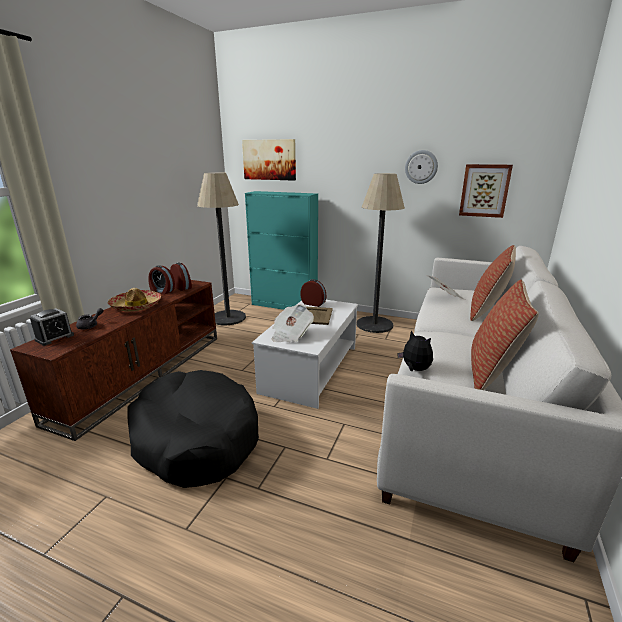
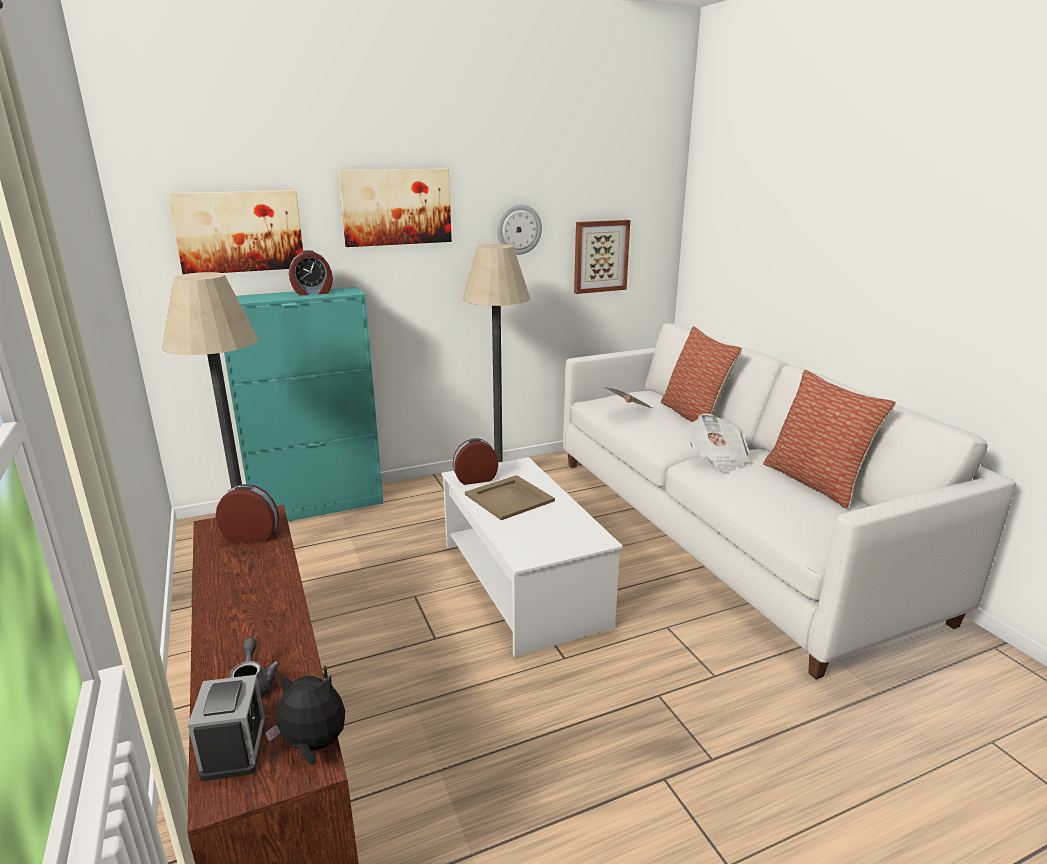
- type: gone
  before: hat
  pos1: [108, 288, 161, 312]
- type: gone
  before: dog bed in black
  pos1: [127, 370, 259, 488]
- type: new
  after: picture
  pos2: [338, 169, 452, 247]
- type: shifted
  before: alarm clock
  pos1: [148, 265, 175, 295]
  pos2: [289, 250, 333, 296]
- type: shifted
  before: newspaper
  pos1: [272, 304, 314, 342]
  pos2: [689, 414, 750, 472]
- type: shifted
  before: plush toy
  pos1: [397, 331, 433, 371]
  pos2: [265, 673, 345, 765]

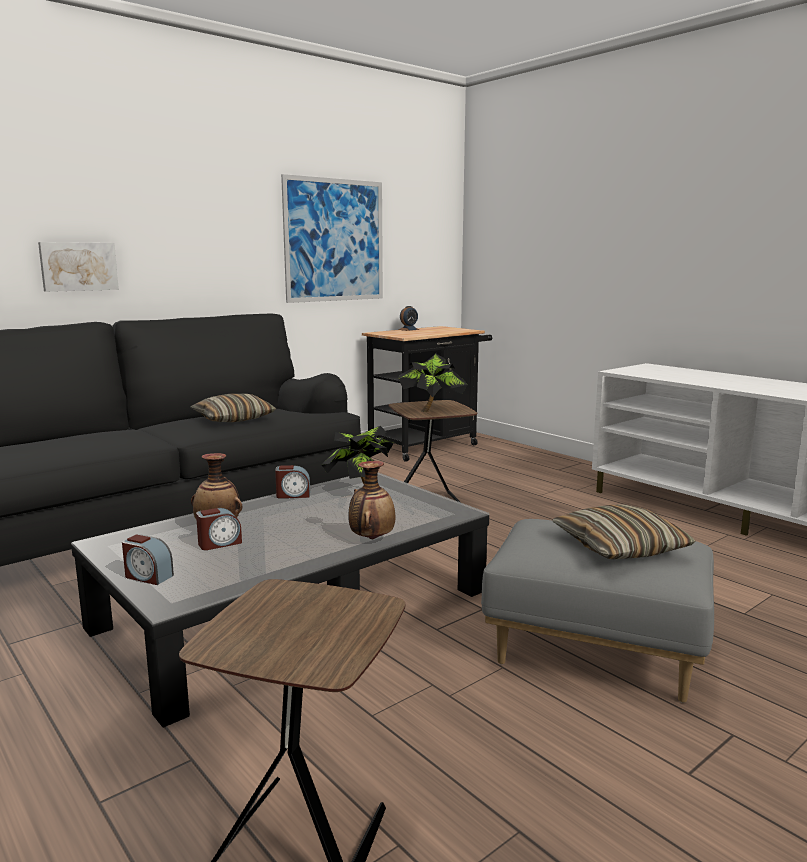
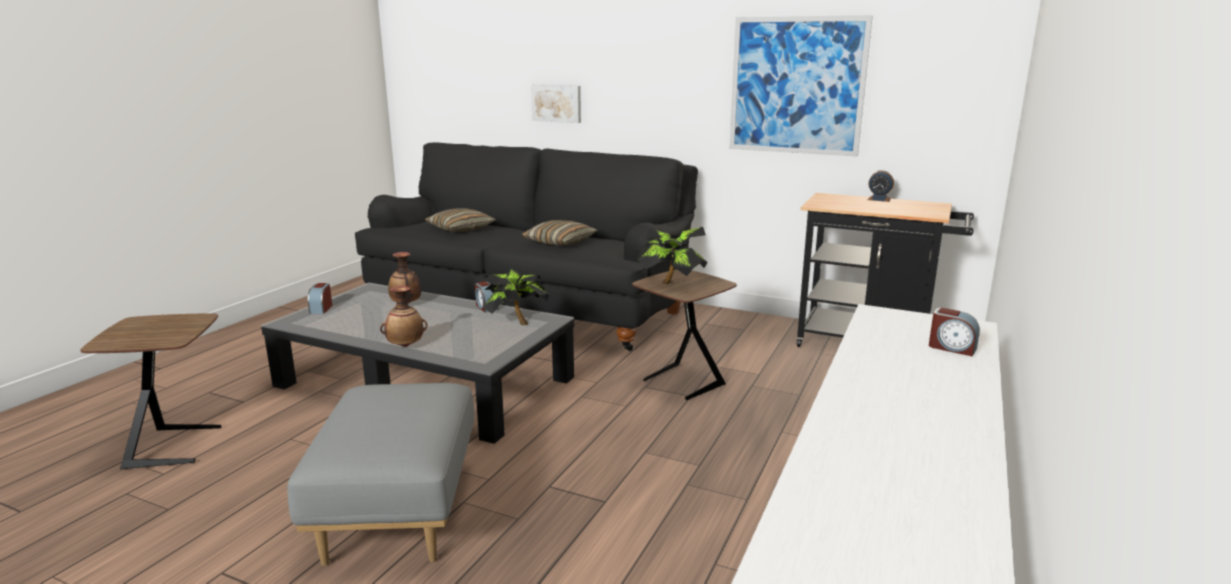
- type: shifted
  before: alarm clock
  pos1: [196, 508, 242, 550]
  pos2: [929, 308, 980, 357]
- type: shifted
  before: pillow
  pos1: [552, 504, 696, 559]
  pos2: [425, 208, 496, 231]

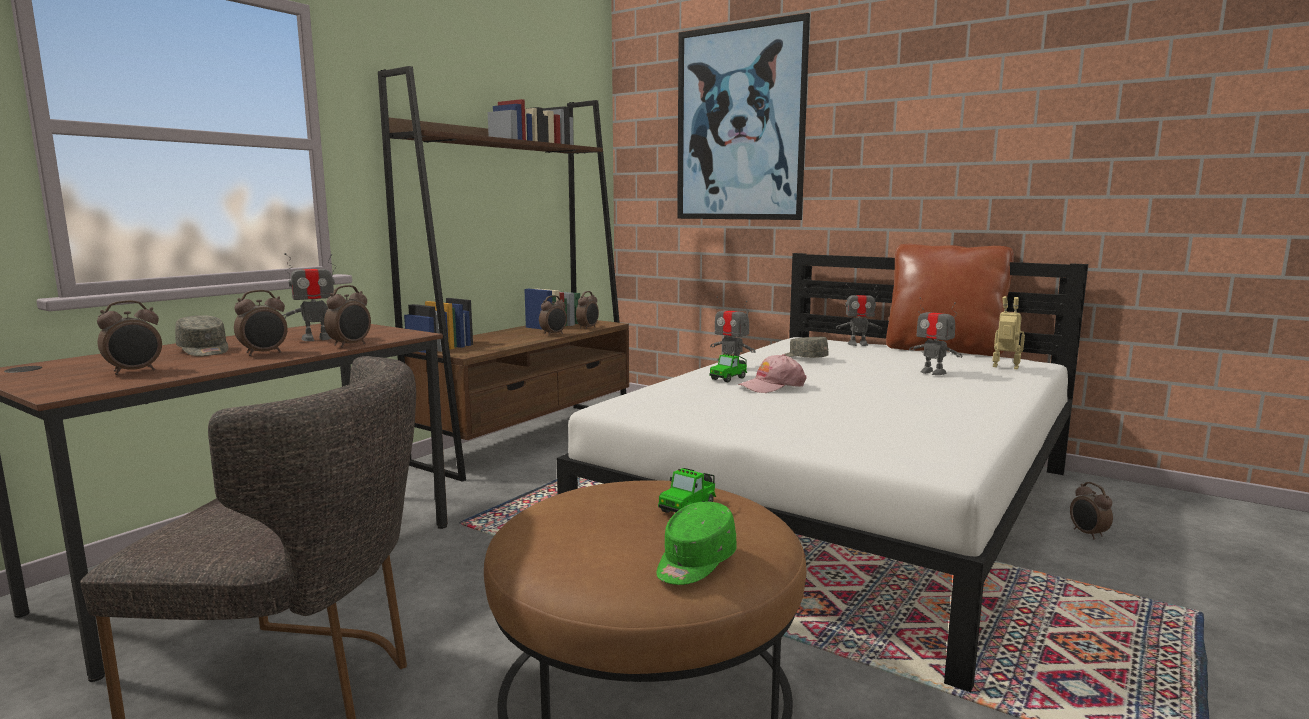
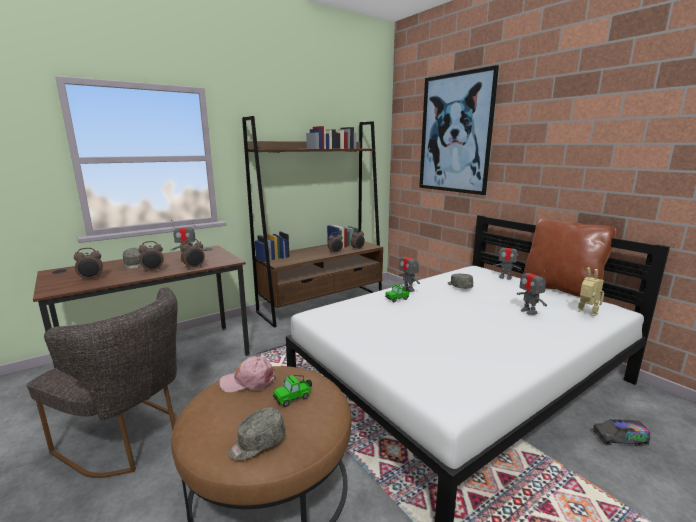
- type: shifted
  before: cap in pink
  pos1: [738, 354, 807, 393]
  pos2: [219, 356, 276, 393]
- type: swapped
  before: alarm clock
  after: toy truck
  pos1: [1070, 482, 1113, 540]
  pos2: [592, 419, 650, 447]
- type: repainted
  before: cap in green
  after: cap in grey
  pos1: [656, 502, 737, 585]
  pos2: [228, 408, 285, 460]

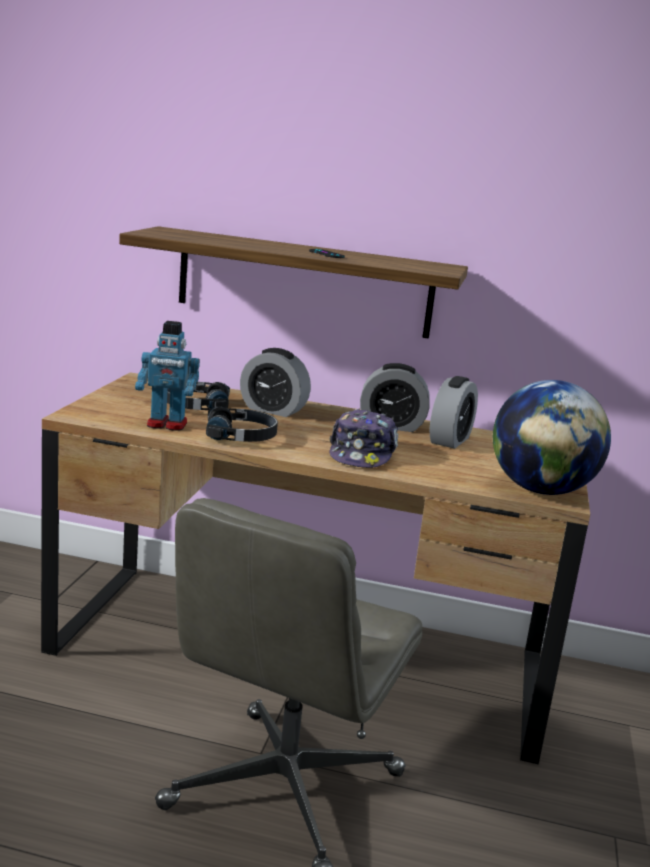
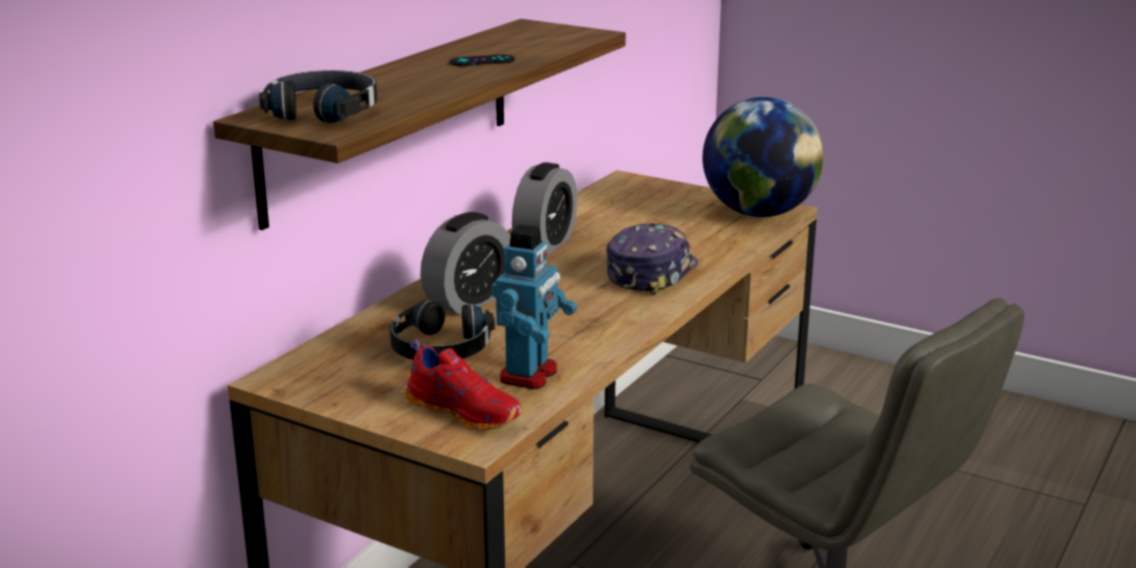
- type: gone
  before: alarm clock
  pos1: [430, 376, 478, 449]
- type: new
  after: shoe in red
  pos2: [405, 339, 522, 431]
- type: shifted
  before: headphones in black
  pos1: [206, 407, 278, 442]
  pos2: [259, 70, 377, 123]
- type: rotated
  before: cap
  pos1: [329, 408, 398, 468]
  pos2: [606, 223, 698, 295]
  turn: -90

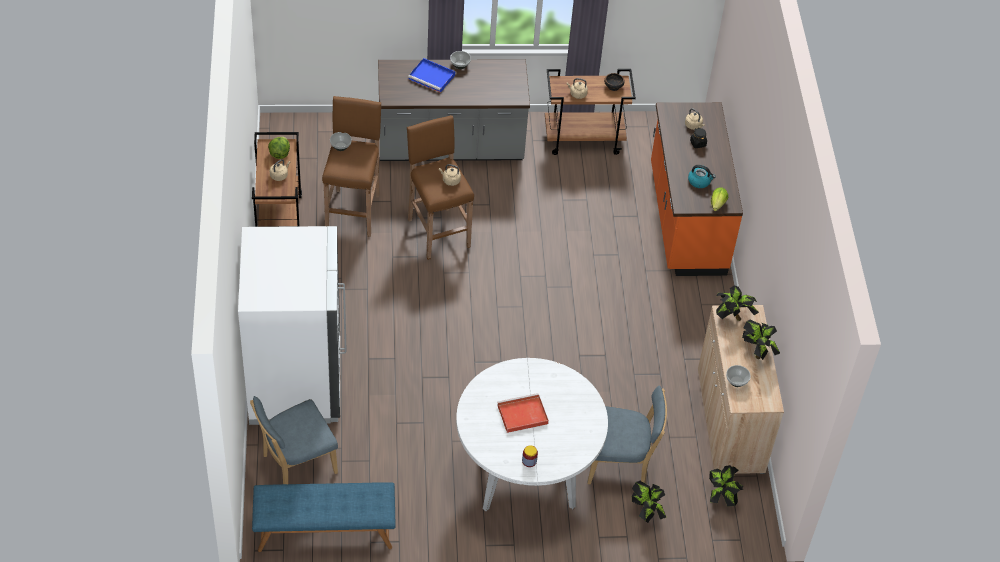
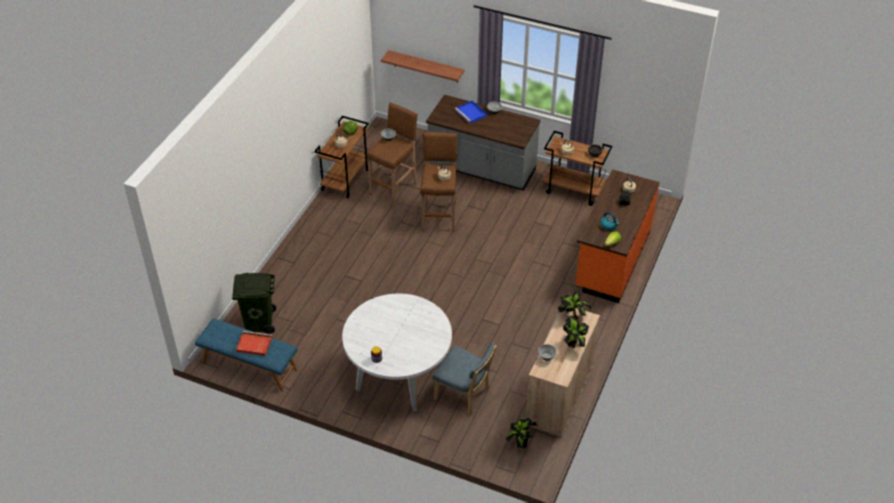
- type: gone
  before: fridge in white
  pos1: [238, 226, 346, 425]
- type: gone
  before: potted plant
  pos1: [632, 481, 666, 523]
- type: new
  after: shelf
  pos2: [381, 50, 464, 83]
- type: shifted
  before: tray in red
  pos1: [497, 393, 549, 433]
  pos2: [236, 331, 272, 356]
- type: swapped
  before: chair in blue
  after: trash can in green
  pos1: [250, 396, 338, 484]
  pos2: [232, 273, 276, 334]

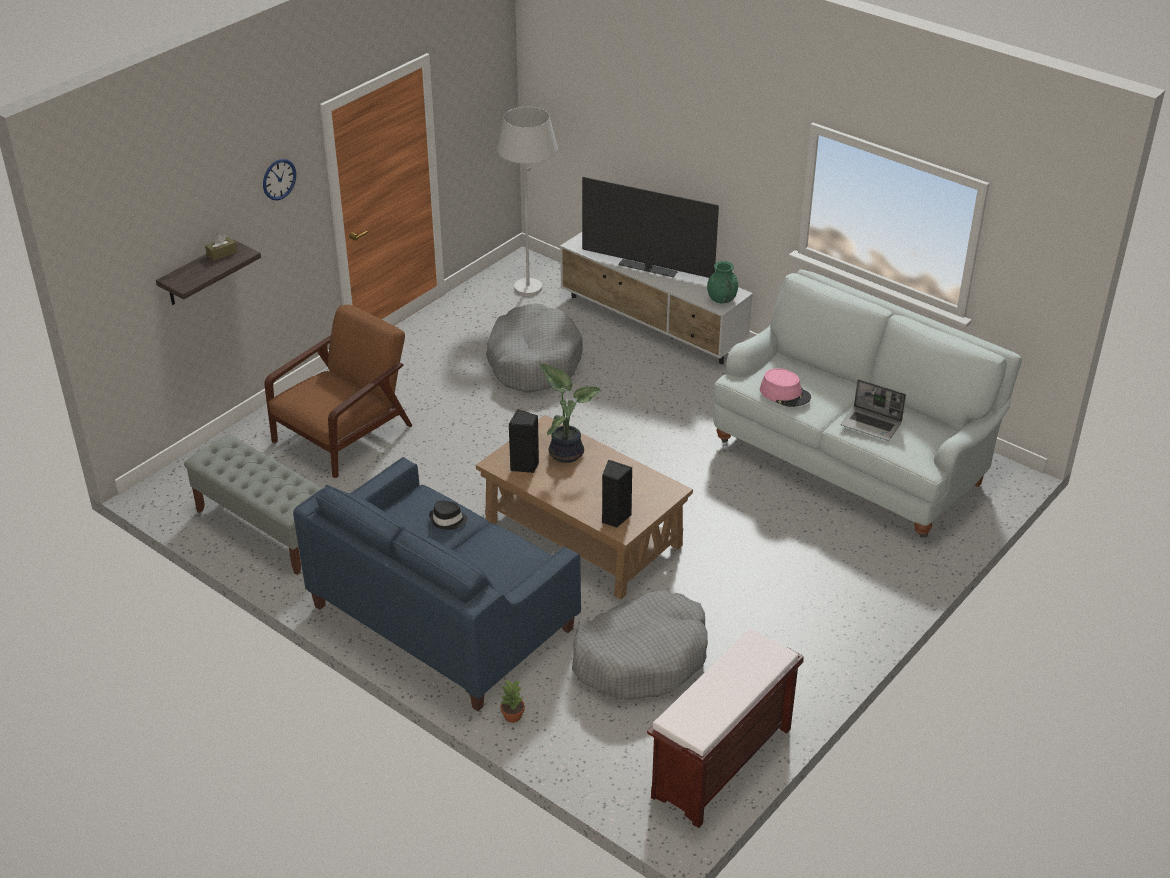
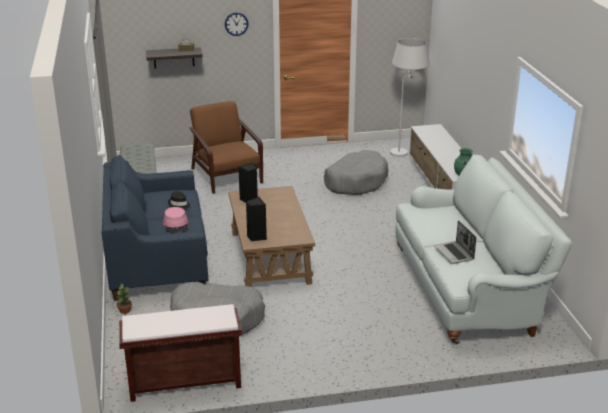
- type: gone
  before: potted plant
  pos1: [539, 364, 602, 463]
- type: gone
  before: television
  pos1: [582, 177, 719, 278]
- type: shifted
  before: hat in pink
  pos1: [760, 368, 811, 407]
  pos2: [163, 207, 188, 233]
- type: rotated
  before: armchair in brown
  pos1: [264, 304, 413, 479]
  pos2: [190, 101, 263, 194]
  turn: -105

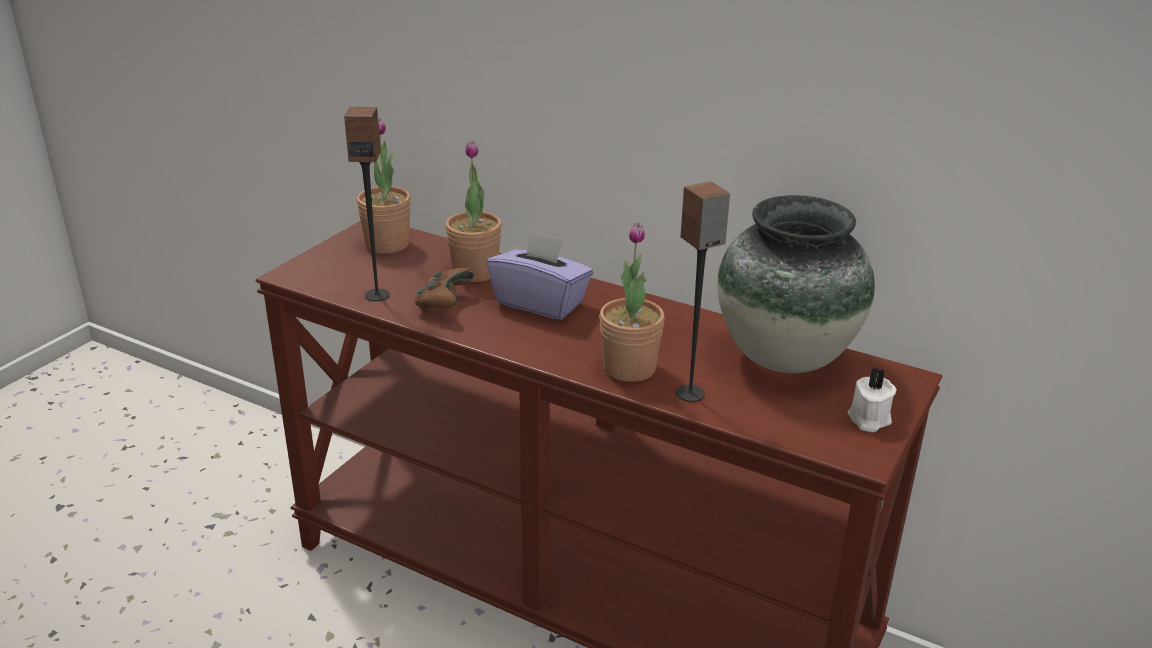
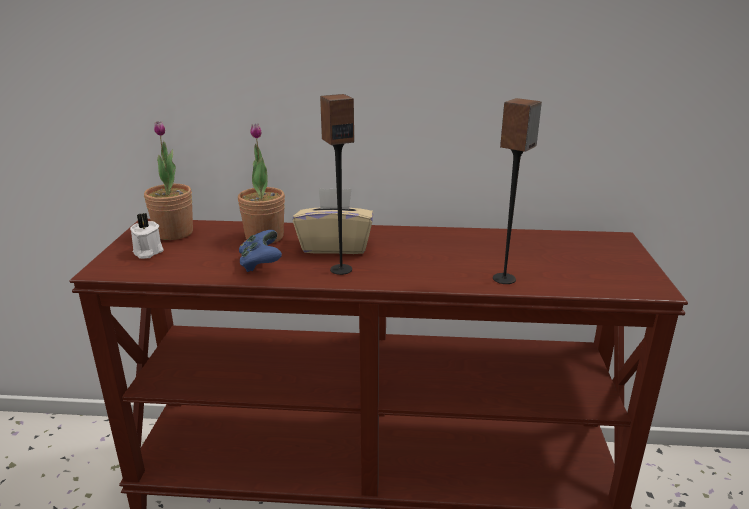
- type: gone
  before: potted plant
  pos1: [599, 223, 665, 382]
- type: gone
  before: vase
  pos1: [717, 195, 875, 373]
- type: shifted
  before: speaker
  pos1: [344, 107, 390, 301]
  pos2: [320, 94, 354, 275]
- type: shifted
  before: candle in white
  pos1: [848, 368, 897, 432]
  pos2: [130, 213, 164, 259]
- type: repainted
  before: game controller in brown
  after: game controller in blue
  pos1: [415, 268, 474, 313]
  pos2: [239, 230, 282, 272]
- type: repainted
  before: tissue box in purple
  after: tissue box in beige
  pos1: [487, 230, 593, 320]
  pos2: [293, 188, 373, 254]

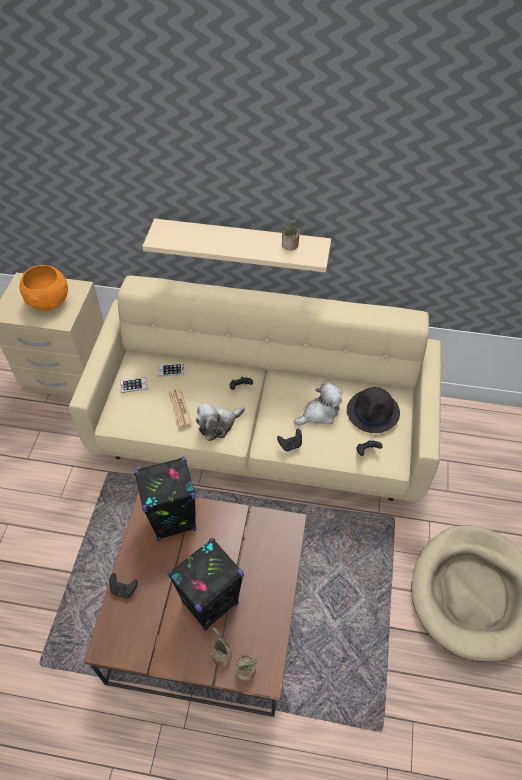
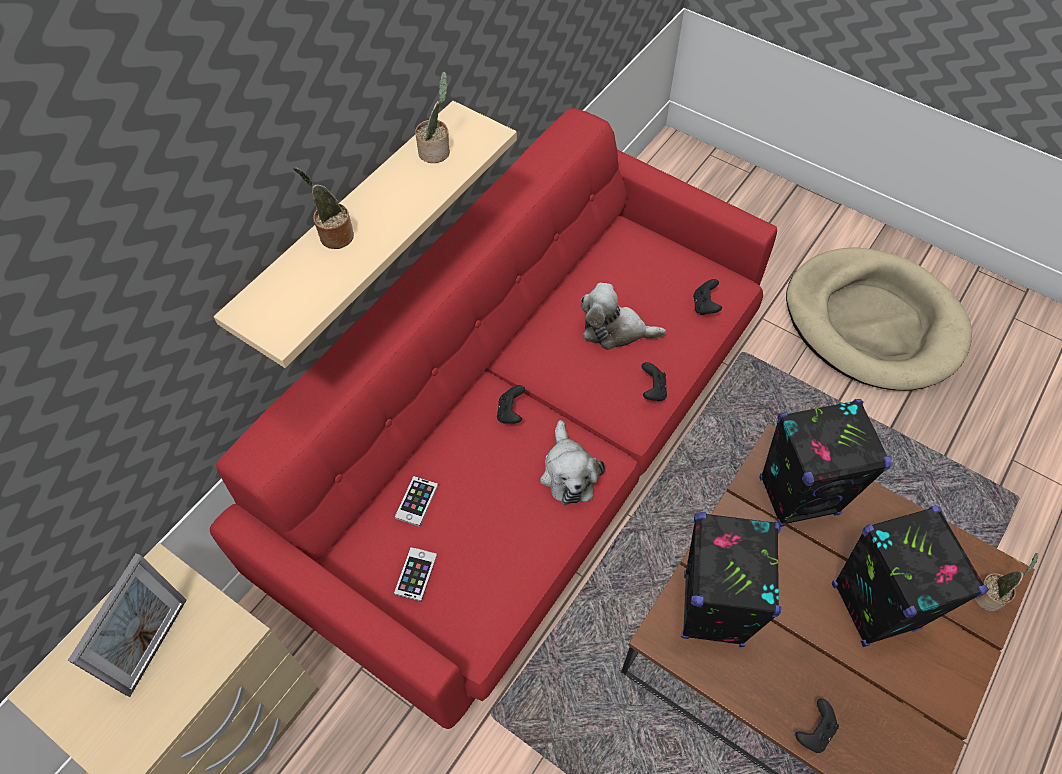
- type: gone
  before: newspaper
  pos1: [169, 389, 192, 427]
- type: gone
  before: hat in black
  pos1: [347, 387, 400, 433]
- type: new
  after: speaker in black
  pos2: [759, 399, 892, 527]
- type: shifted
  before: potted plant
  pos1: [211, 628, 232, 667]
  pos2: [293, 167, 354, 249]
- type: swapped
  before: bowl in orange
  after: picture frame
  pos1: [20, 265, 68, 311]
  pos2: [68, 553, 187, 697]
- type: repainted
  before: sofa in beige
  after: sofa in red
  pos1: [69, 275, 441, 501]
  pos2: [210, 108, 777, 729]
- type: rotated
  before: plush toy
  pos1: [294, 382, 343, 426]
  pos2: [581, 283, 666, 350]
  turn: -75

